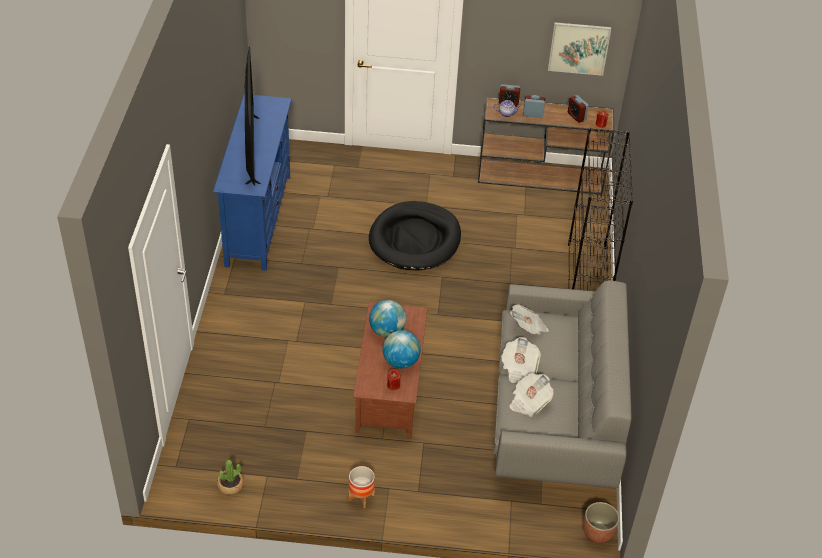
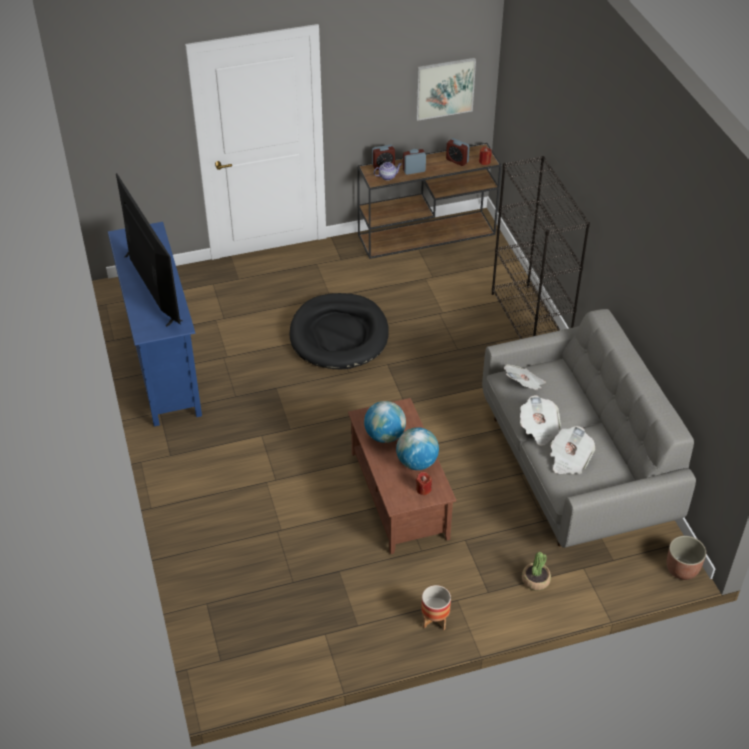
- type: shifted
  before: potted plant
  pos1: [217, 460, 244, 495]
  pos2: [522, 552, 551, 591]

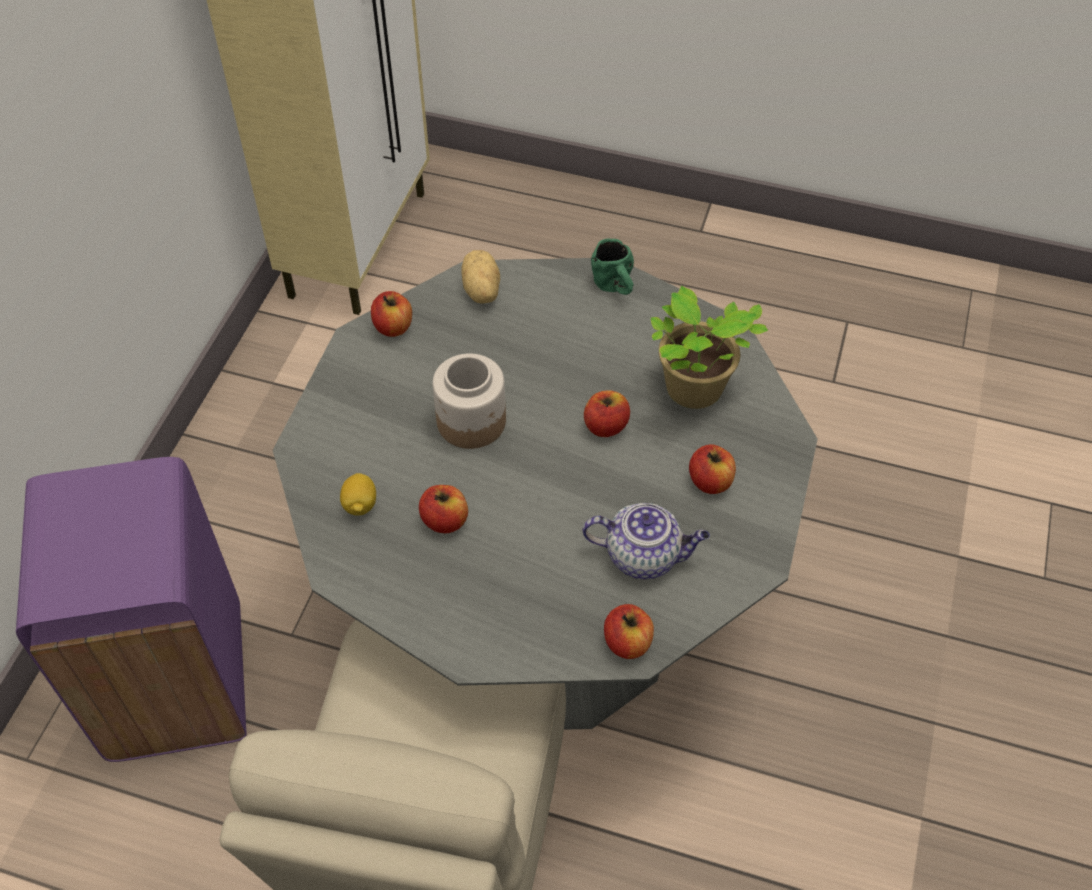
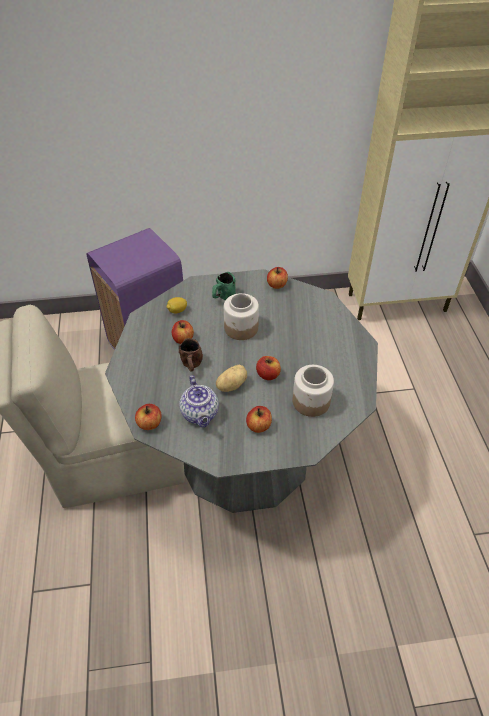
- type: new
  after: mug in brown
  pos2: [179, 338, 203, 372]
- type: shifted
  before: potato
  pos1: [461, 250, 500, 304]
  pos2: [216, 365, 247, 392]
- type: shifted
  before: mug in green
  pos1: [591, 239, 634, 295]
  pos2: [212, 272, 236, 300]
- type: swapped
  before: potted plant
  after: jar
  pos1: [651, 286, 768, 409]
  pos2: [292, 365, 334, 417]

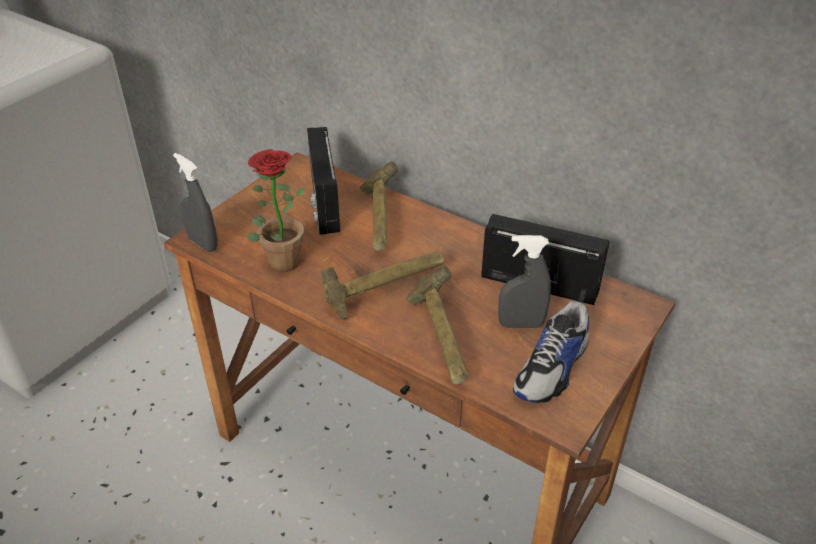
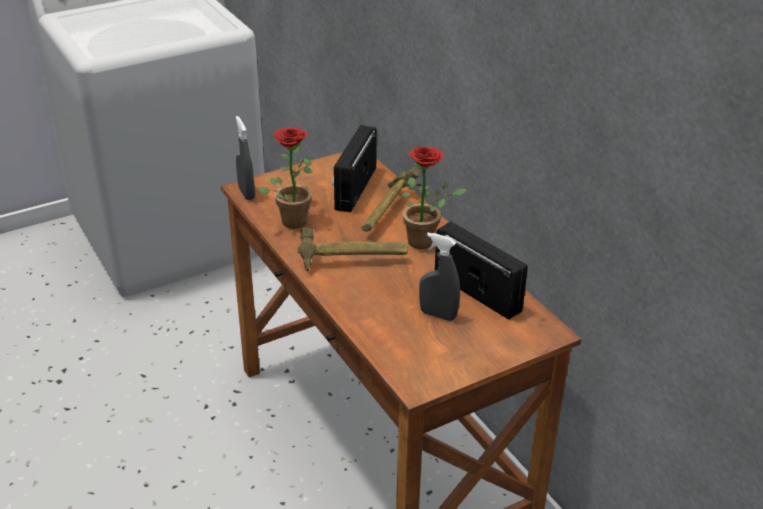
- type: gone
  before: hammer
  pos1: [406, 265, 468, 385]
- type: gone
  before: shoe
  pos1: [513, 289, 589, 403]
- type: new
  after: potted plant
  pos2: [402, 146, 467, 249]

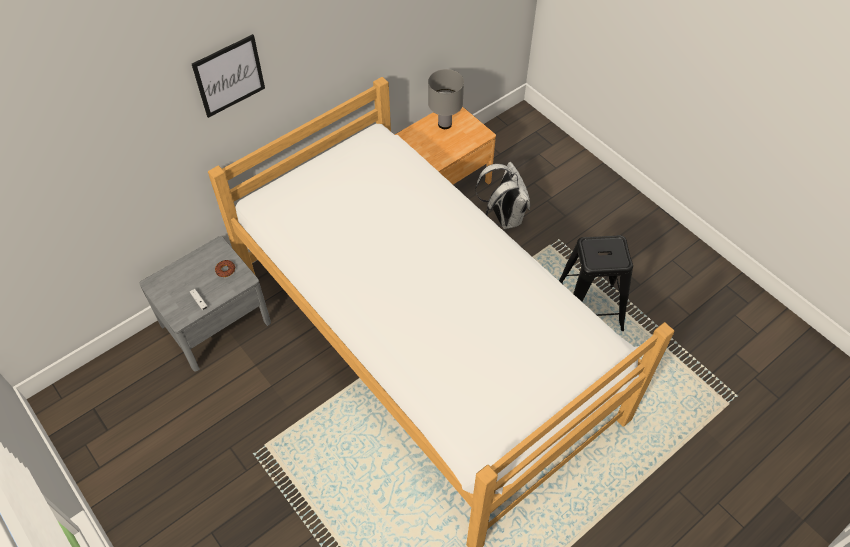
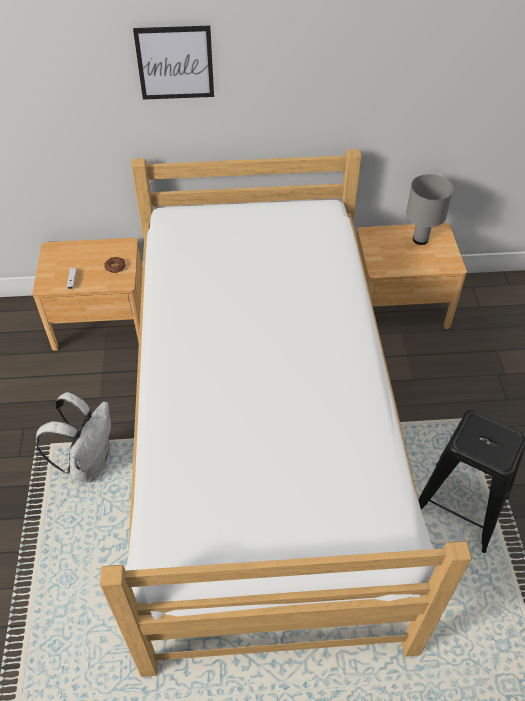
- type: shifted
  before: backpack in white
  pos1: [475, 162, 530, 229]
  pos2: [36, 392, 111, 482]
- type: repainted
  before: nightstand in grey
  after: nightstand in brown
  pos1: [139, 236, 271, 372]
  pos2: [32, 238, 143, 351]

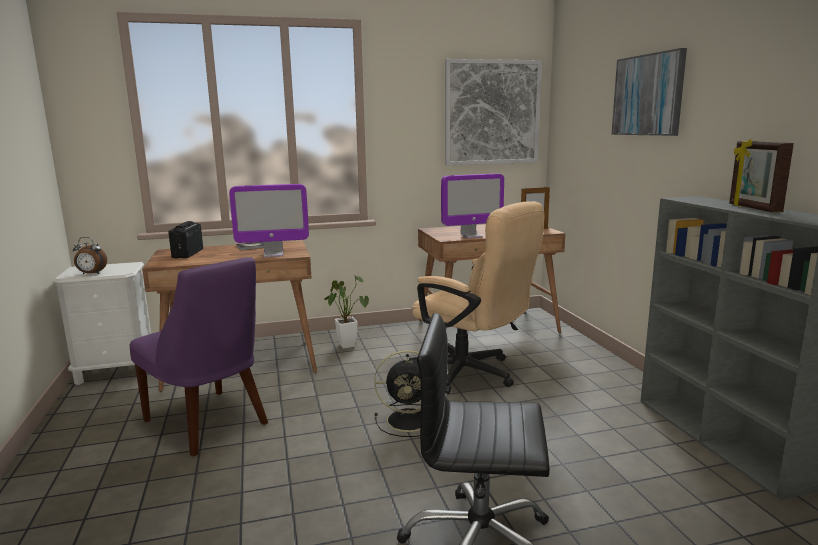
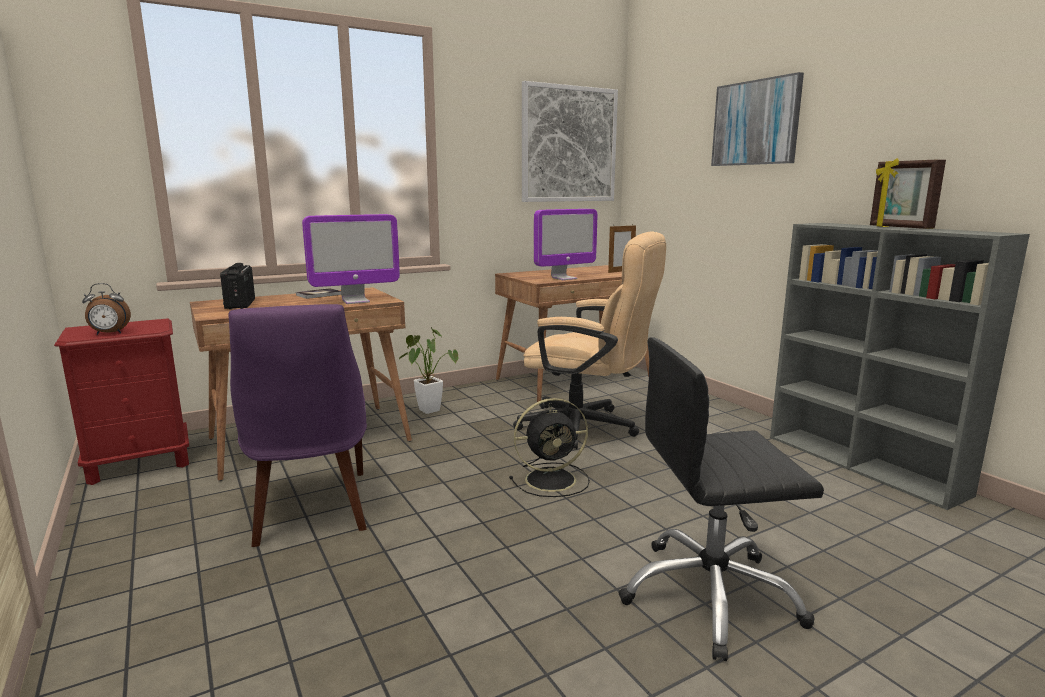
- type: repainted
  before: nightstand in white
  after: nightstand in red
  pos1: [53, 262, 151, 385]
  pos2: [54, 318, 189, 485]
- type: rotated
  before: chair in purple
  pos1: [130, 257, 268, 456]
  pos2: [229, 304, 367, 547]
  turn: 45

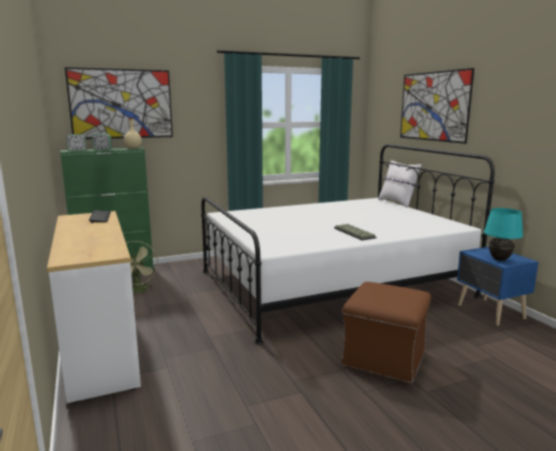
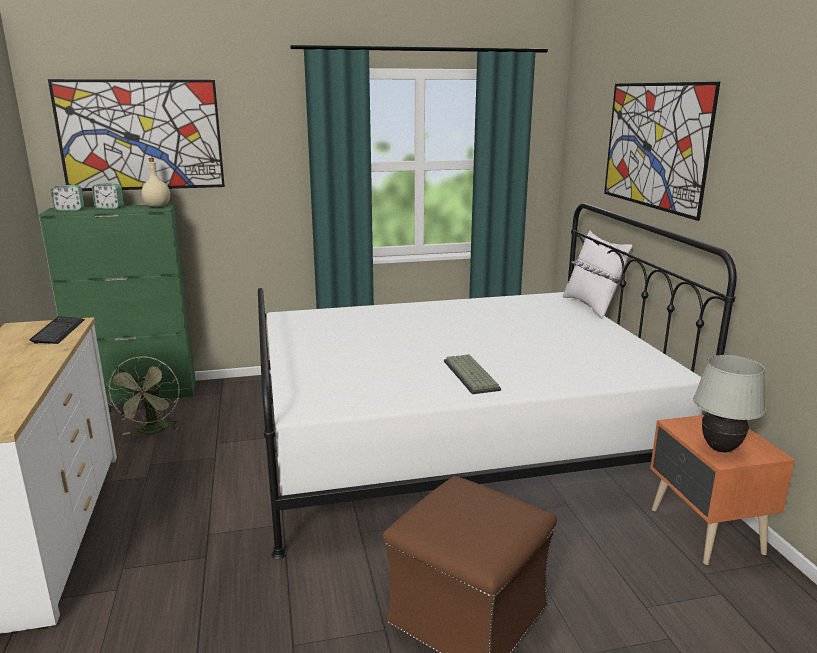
- type: repainted
  before: nightstand in blue
  after: nightstand in orange
  pos1: [457, 247, 538, 326]
  pos2: [650, 415, 795, 565]
- type: repainted
  before: table lamp in turquoise
  after: table lamp in white
  pos1: [484, 208, 523, 261]
  pos2: [693, 355, 766, 452]

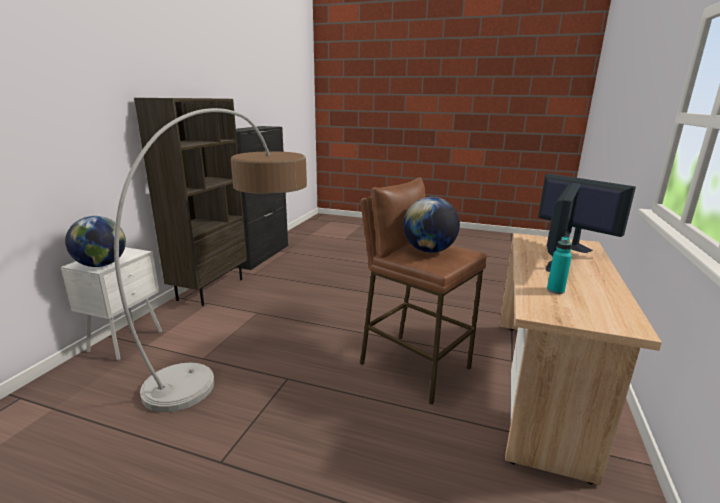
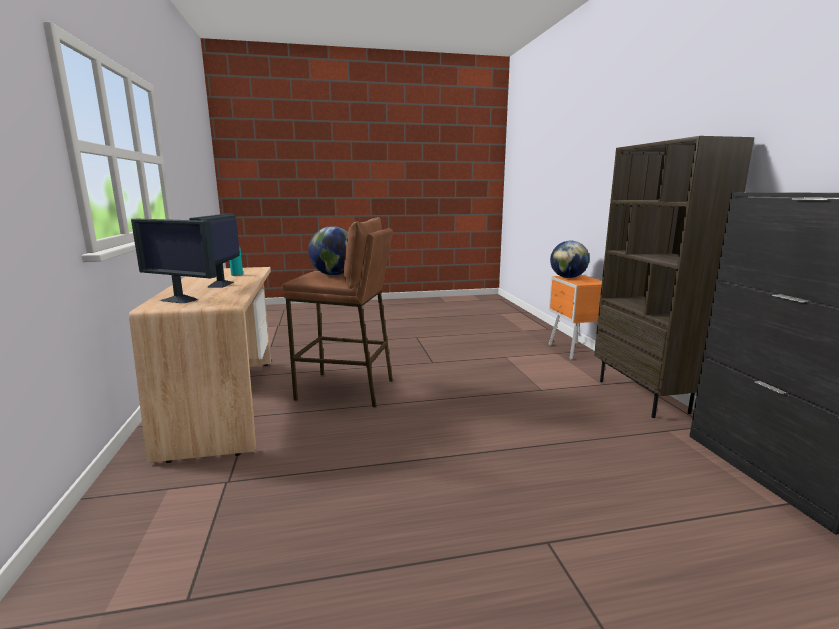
- type: gone
  before: floor lamp
  pos1: [114, 108, 307, 412]
- type: repainted
  before: nightstand in white
  after: nightstand in orange
  pos1: [61, 247, 162, 360]
  pos2: [549, 275, 602, 360]

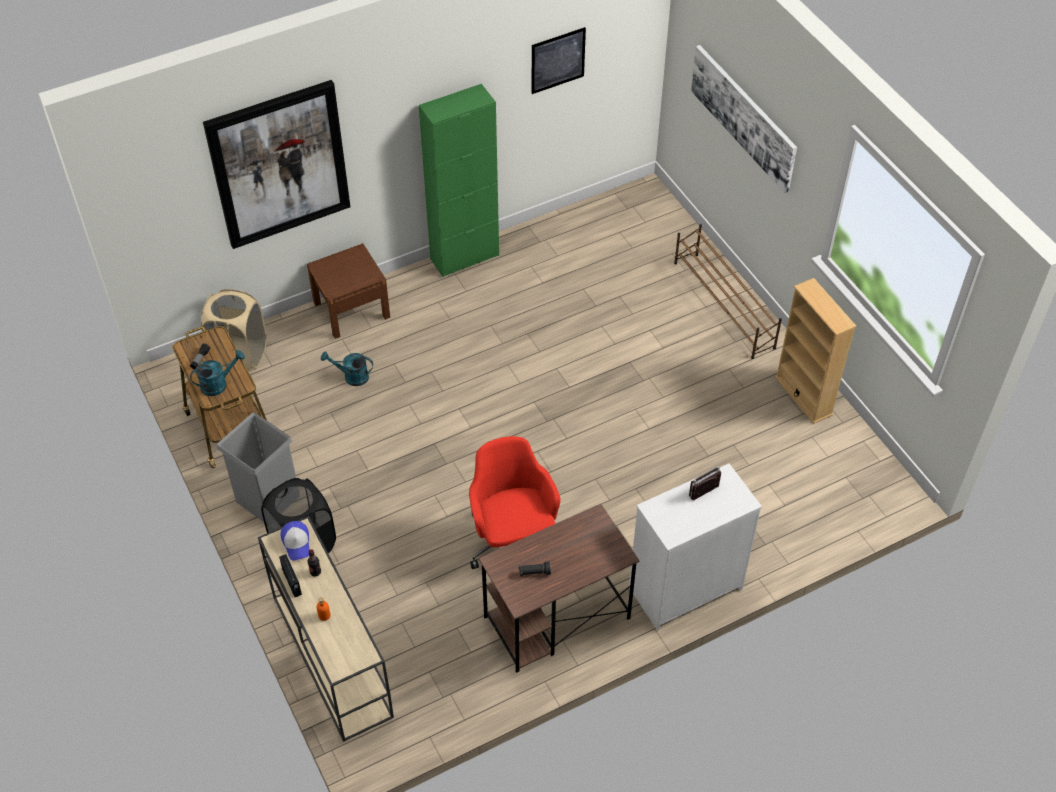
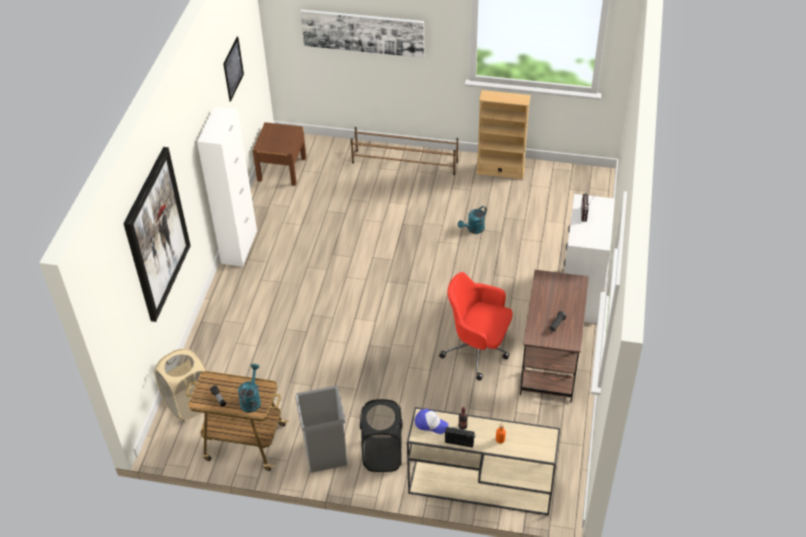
- type: shifted
  before: nightstand in brown
  pos1: [307, 243, 390, 339]
  pos2: [253, 122, 306, 186]
- type: shifted
  before: watering can in turquoise
  pos1: [321, 351, 373, 386]
  pos2: [458, 206, 487, 234]
- type: repainted
  before: cabinet in green
  after: cabinet in white
  pos1: [419, 84, 499, 277]
  pos2: [197, 107, 257, 267]

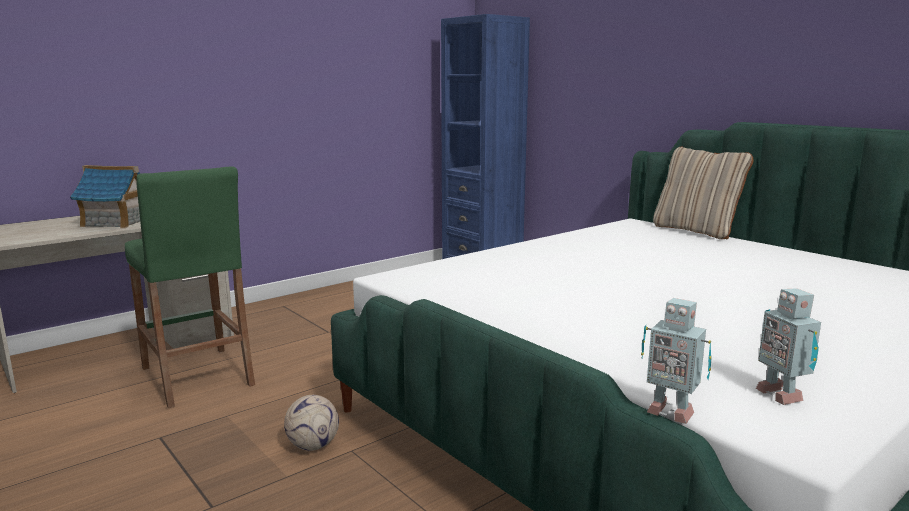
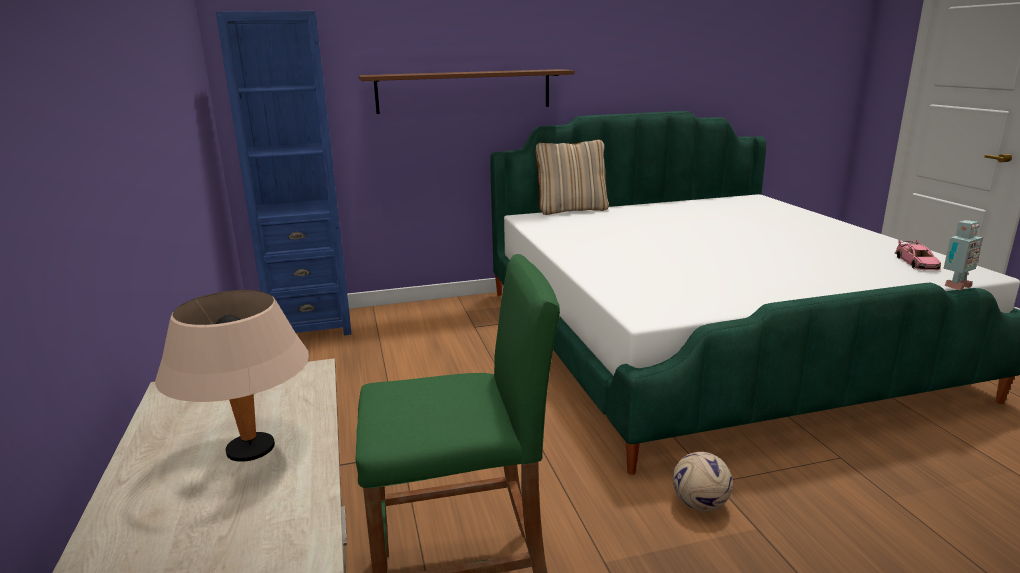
- type: new
  after: shelf in brown
  pos2: [359, 69, 574, 114]
- type: swapped
  before: toy house
  after: table lamp in beige
  pos1: [70, 165, 140, 228]
  pos2: [155, 290, 309, 462]
- type: swapped
  before: toy robot
  after: toy car in pink
  pos1: [756, 288, 821, 405]
  pos2: [895, 240, 941, 270]

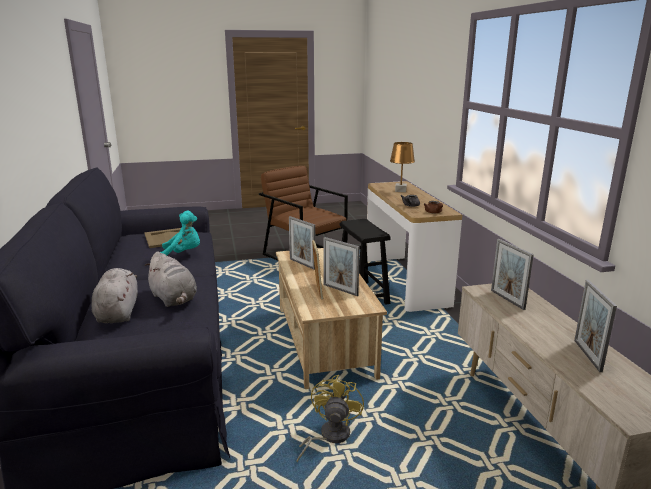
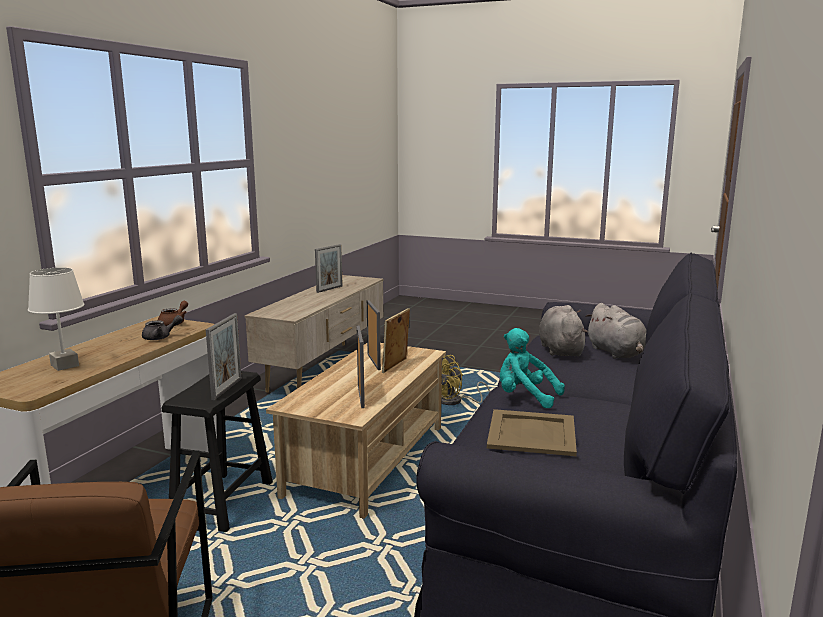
- type: shifted
  before: picture frame
  pos1: [491, 239, 534, 310]
  pos2: [206, 313, 242, 400]
- type: repainted
  before: table lamp in brown
  after: table lamp in white
  pos1: [390, 142, 415, 192]
  pos2: [28, 268, 85, 371]
- type: rotated
  before: plush toy in grey
  pos1: [92, 268, 138, 323]
  pos2: [585, 303, 646, 359]
  turn: -45

